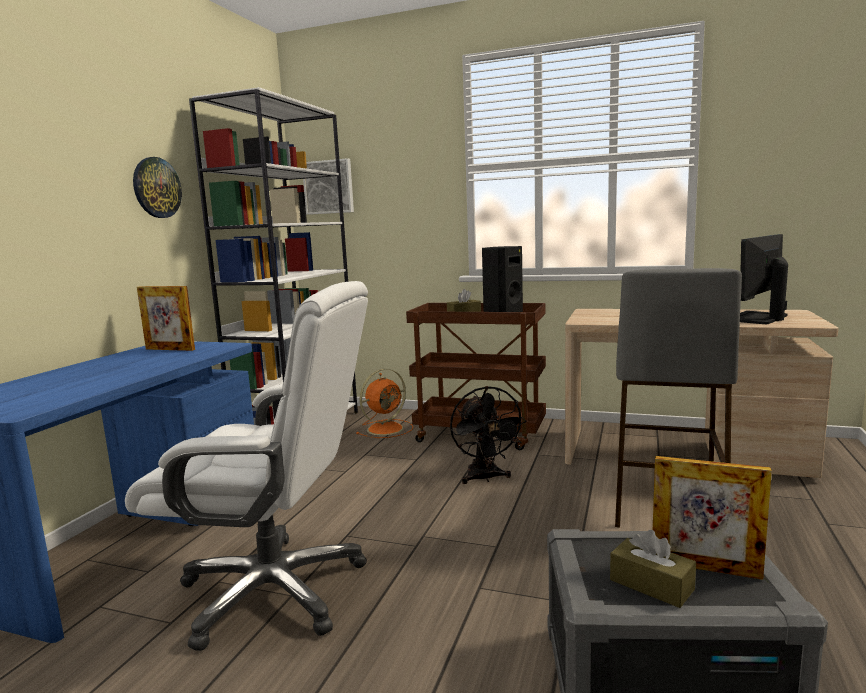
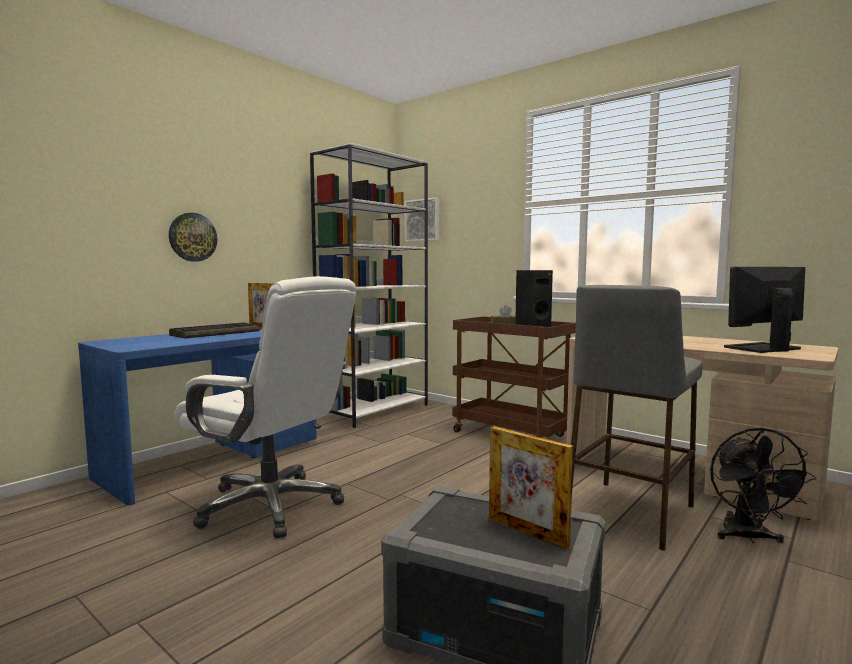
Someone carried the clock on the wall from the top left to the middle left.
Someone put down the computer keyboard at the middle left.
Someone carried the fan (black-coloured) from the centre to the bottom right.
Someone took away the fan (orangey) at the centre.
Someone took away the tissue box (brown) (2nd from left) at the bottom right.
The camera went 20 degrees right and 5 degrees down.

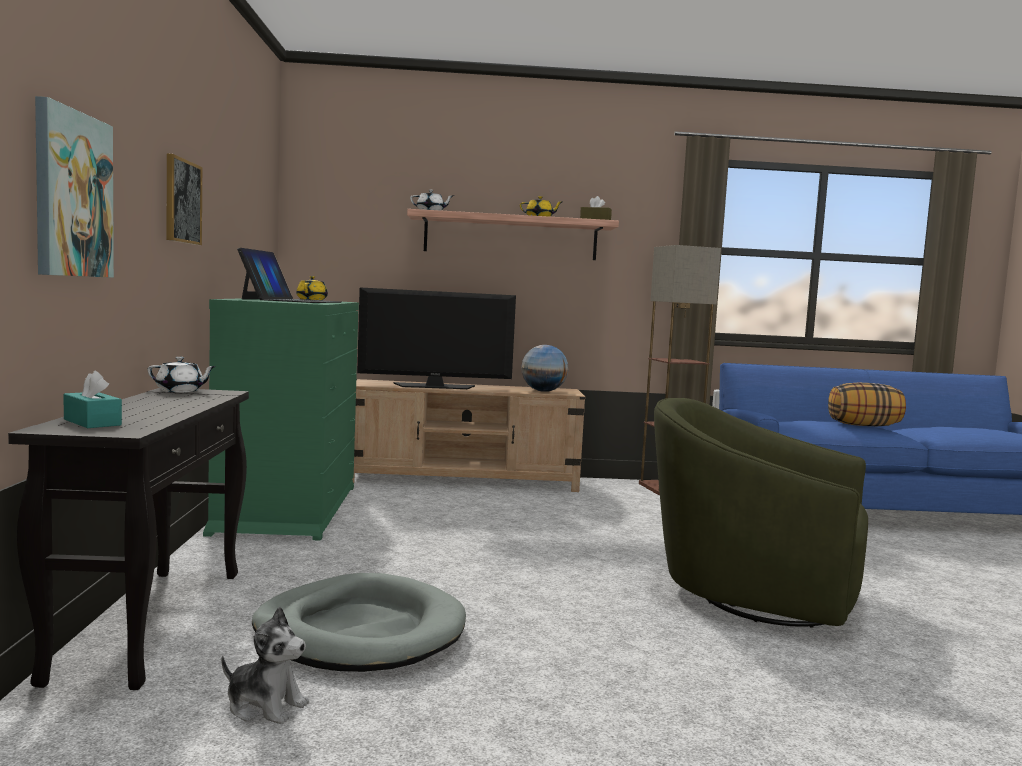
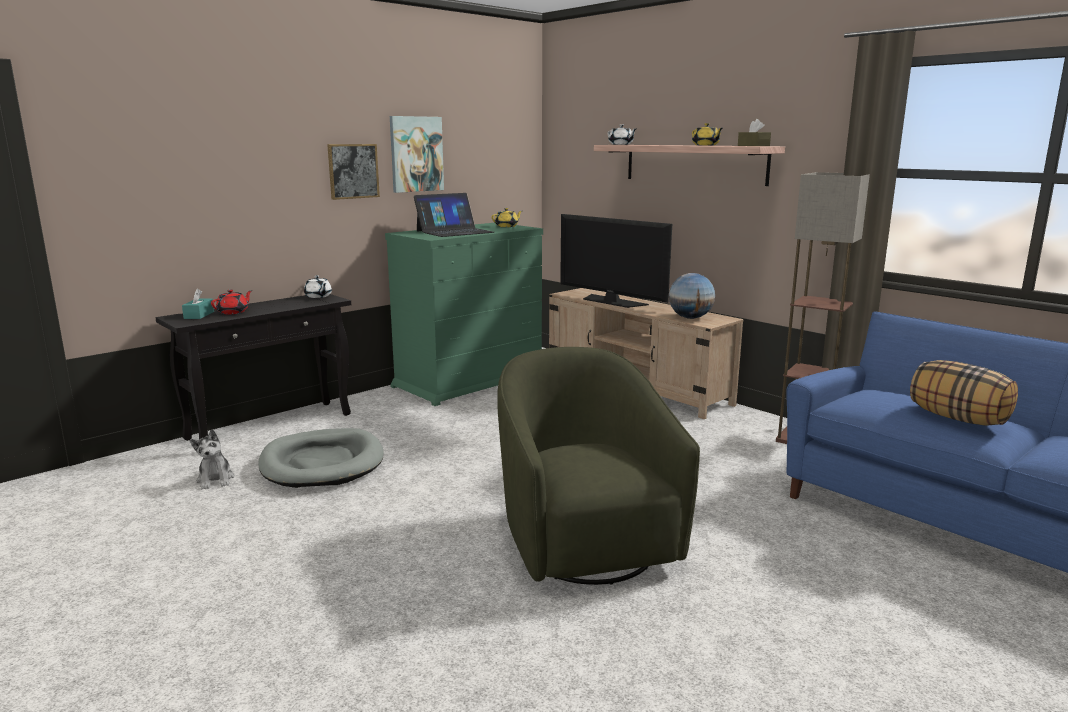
Someone put down the pot for tea (reddish) at the middle left.
Someone carried the wall art (1st from left in the first image) from the top left to the top centre.
The camera went 50 degrees right and 10 degrees up.

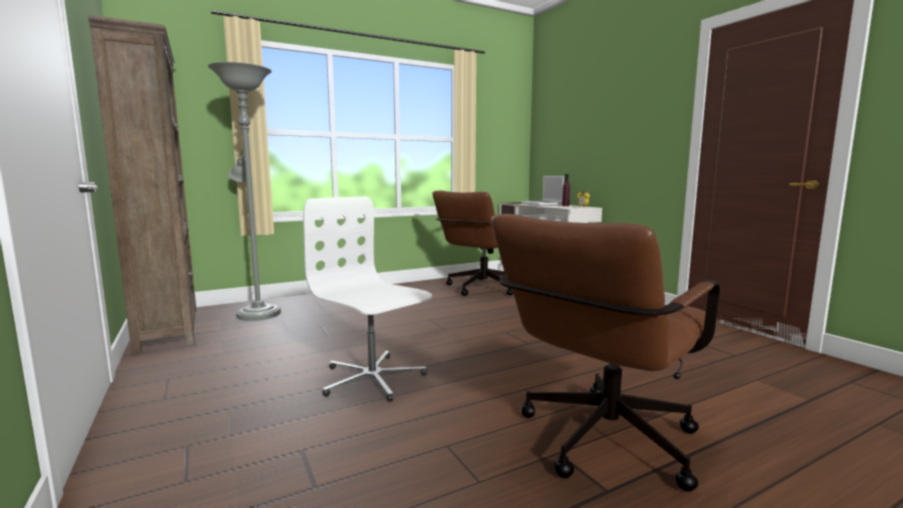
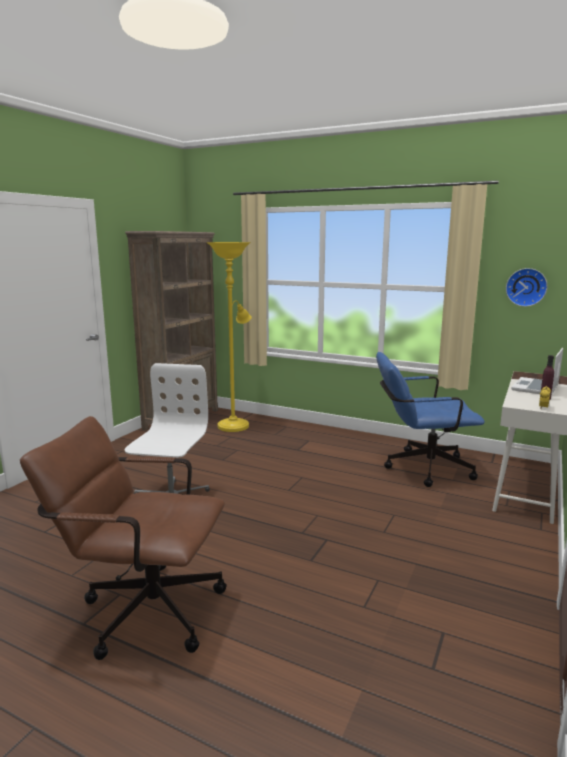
Someone repainted the standing lamp (grey) at the middle left, which became the standing lamp (yellow) at the centre.
Someone repainted the desk chair (brown) (1st from left) at the centre, which became the desk chair (blue) at the middle right.
Someone put up the clock on the wall at the middle right.
The camera went 55 degrees right and 5 degrees up.

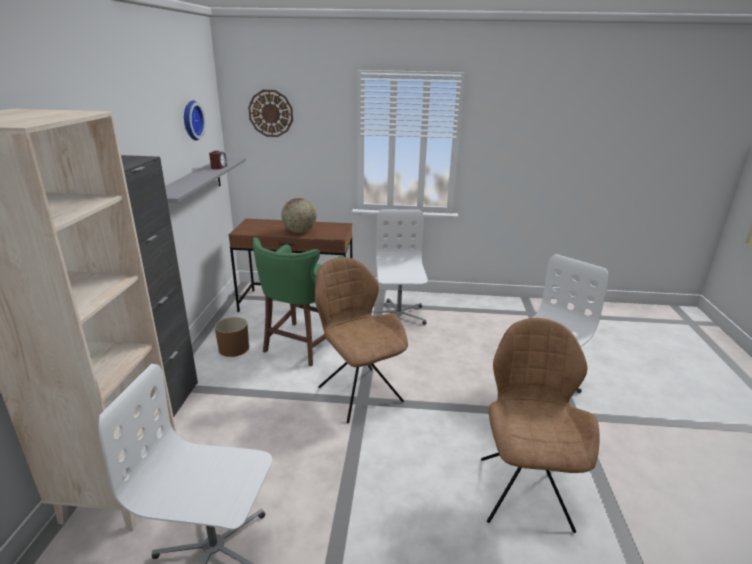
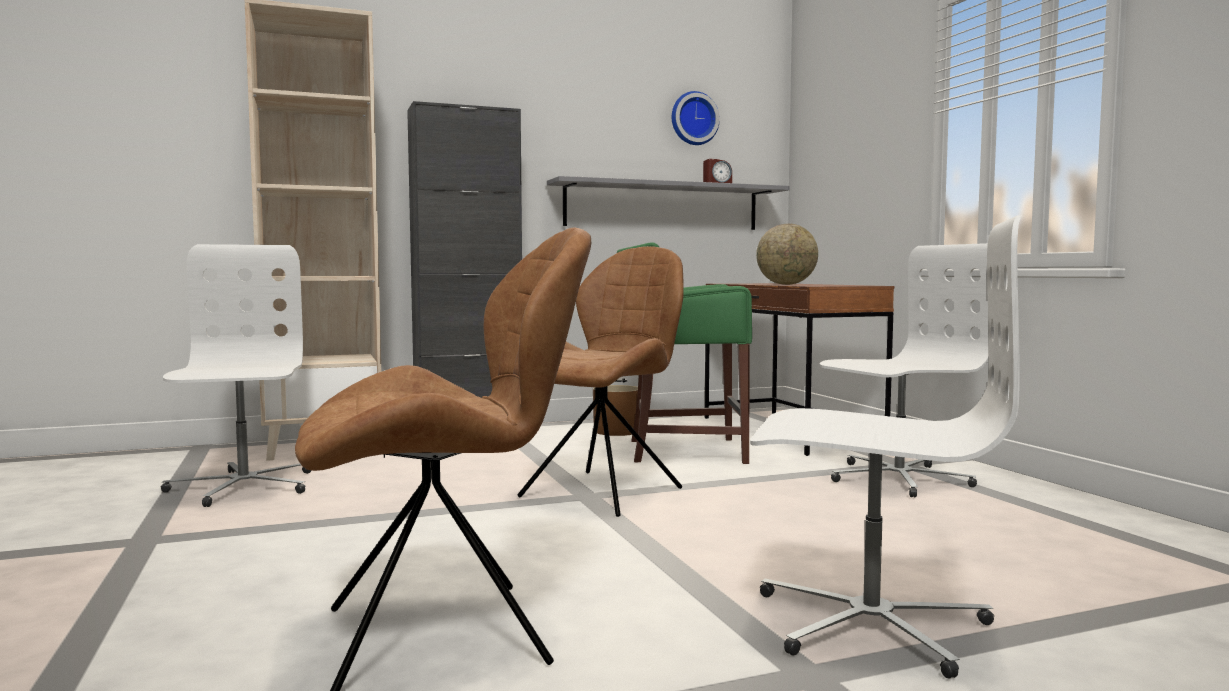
Someone took away the clock on the wall (2nd from left) at the top centre.
The camera went 65 degrees right and 20 degrees down.

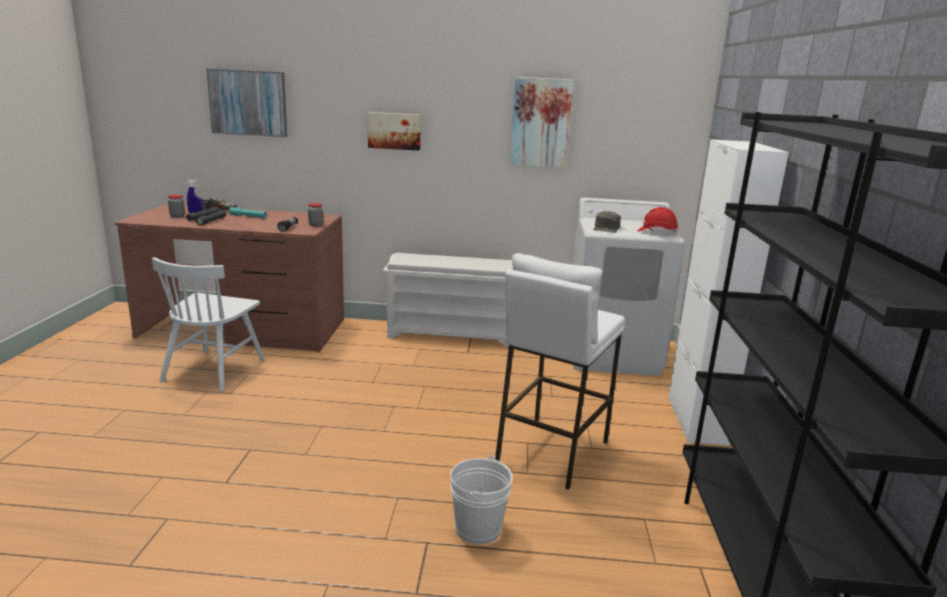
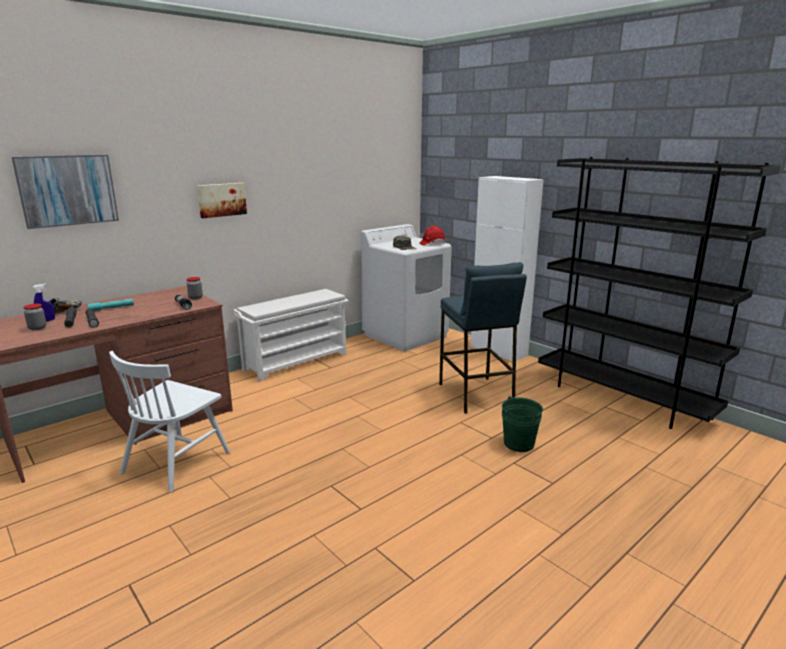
Someone rotated the upright chair (white) at the middle left by 60 degrees clockwise.
Someone repainted the stool (white) at the centre, which became the stool (blue) at the centre.
Someone repainted the water bucket (white) at the bottom centre, which became the water bucket (green-coloured) at the centre.
Someone took away the wall art (3rd from left) at the top centre.
The camera went 45 degrees left and 0 degrees up.

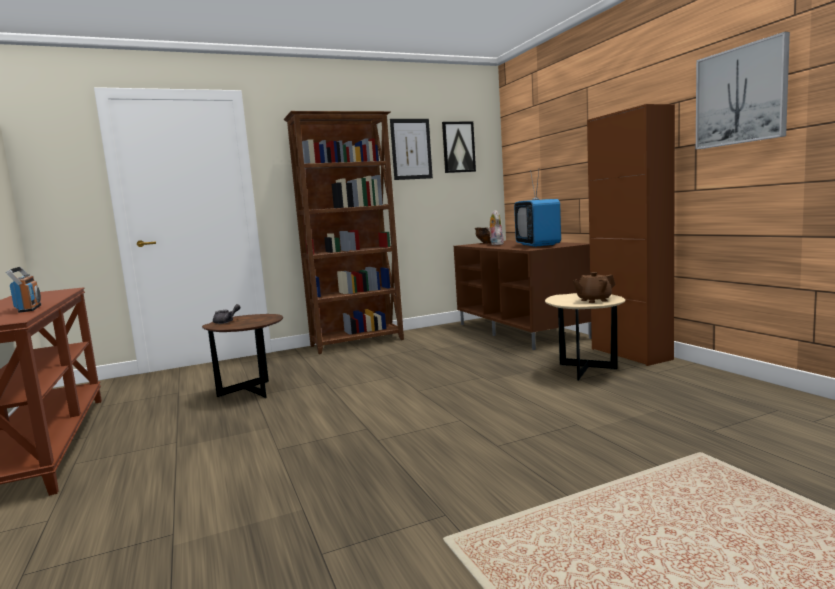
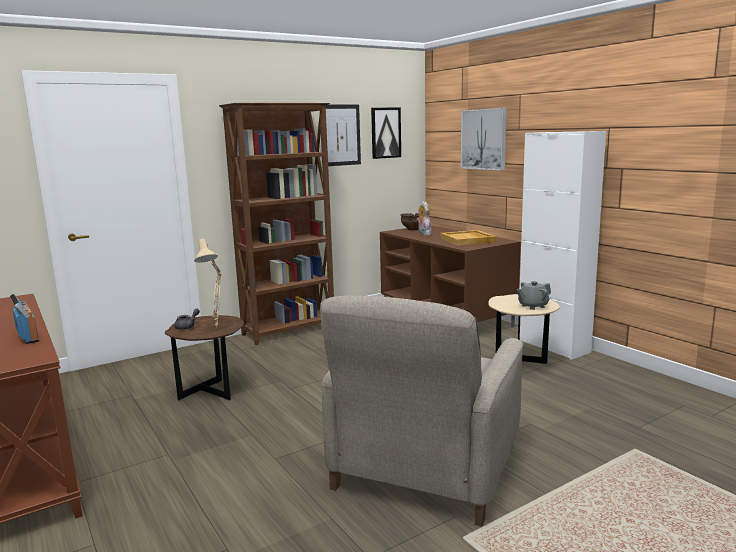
Someone put down the tabletop lamp (sand-coloured) at the middle left.
Someone put down the easy chair (sand-coloured) at the bottom centre.
Someone swapped the TV set at the centre for the serving tray (sand-coloured) at the centre.
Someone carried the wall art (3rd from left) from the top right to the top centre.
Someone repainted the pot for tea (brown) at the middle right, which became the pot for tea (grey) (2nd from left) at the middle right.
Someone repainted the cabinet (brown) at the middle right, which became the cabinet (white) at the middle right.
The camera went 10 degrees left and 5 degrees up.

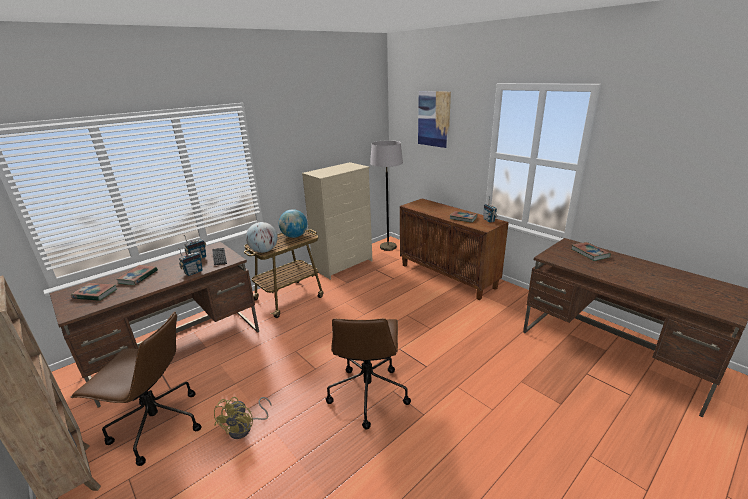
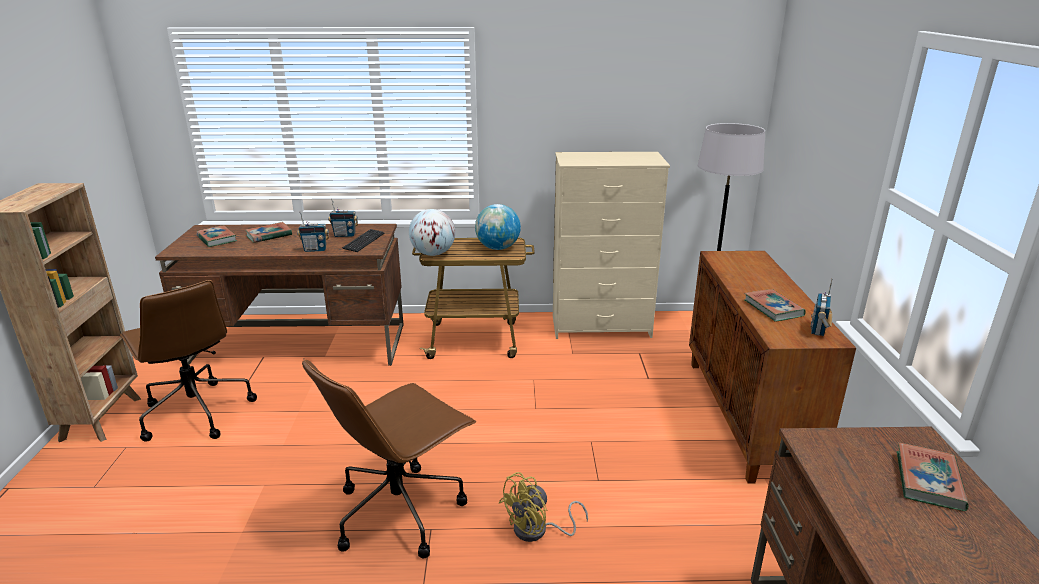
Someone carried the fan (yellow) from the bottom left to the bottom centre.
Someone took away the wall art at the top centre.
The camera went 40 degrees right and 0 degrees up.

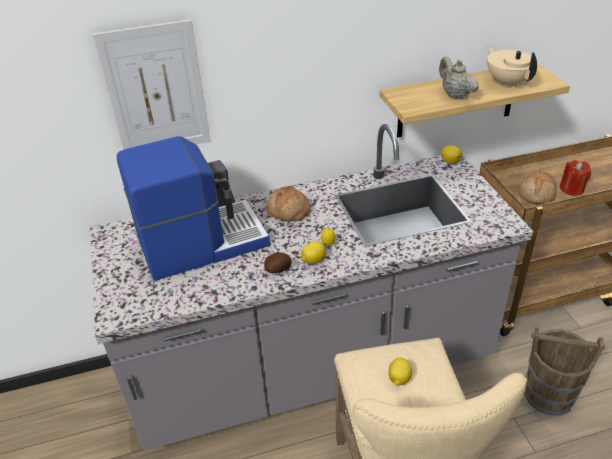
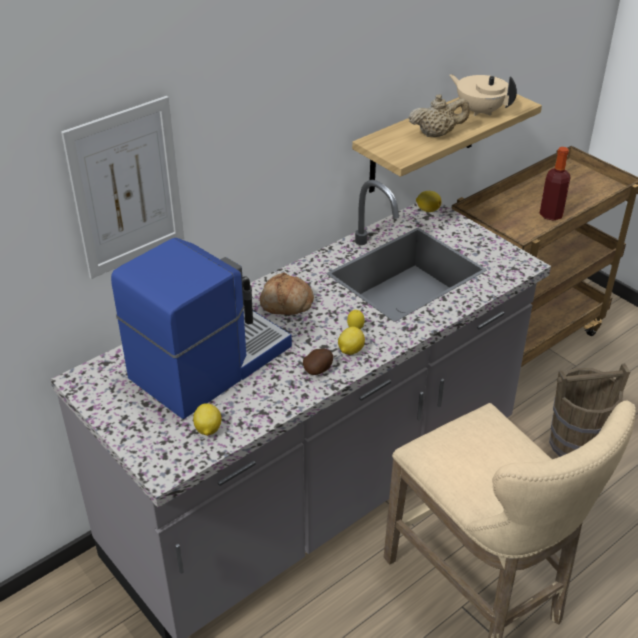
Someone carried the citrus fruit (3rd from left in the first image) from the bottom centre to the middle left.
Someone rotated the pot for tea (sand-coloured) (1st from left) at the top right by 135 degrees clockwise.
Someone swapped the wax candle (reddish) at the middle right for the bottle at the top right.
Someone took away the baked bread (2nd from left) at the middle right.
The camera went 25 degrees left and 0 degrees up.

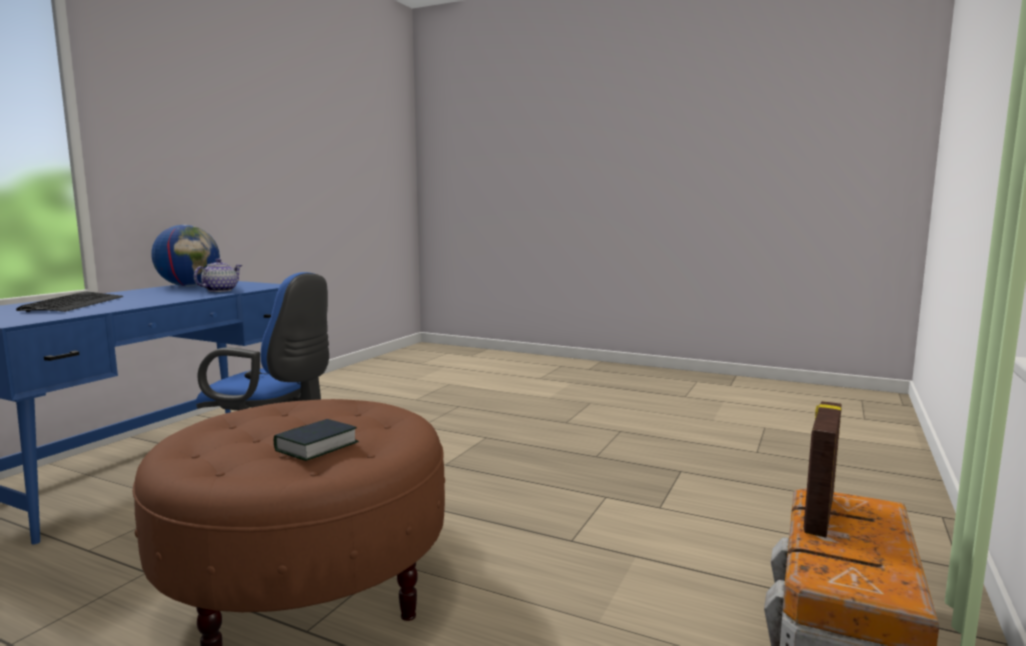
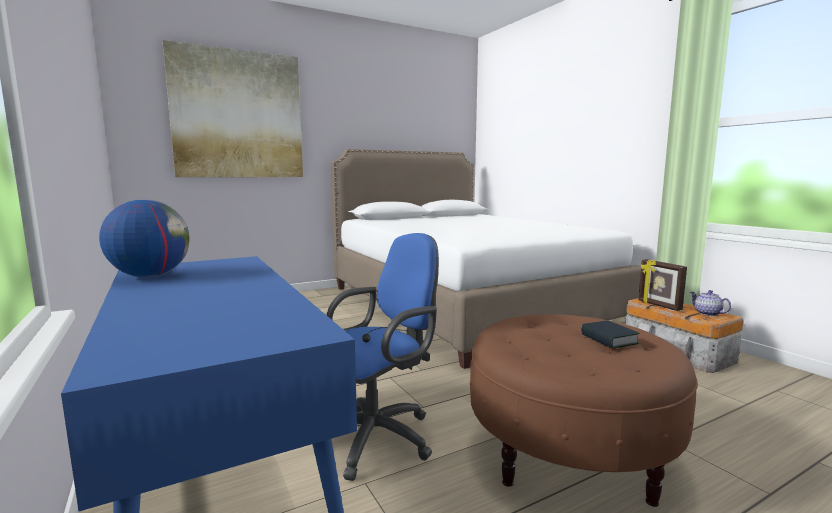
Someone put up the wall art at the top left.
Someone put down the bedroom bed (white) at the centre.
Someone carried the pot for tea from the middle left to the middle right.
Someone took away the computer keyboard at the middle left.
The camera went 55 degrees left and 0 degrees up.

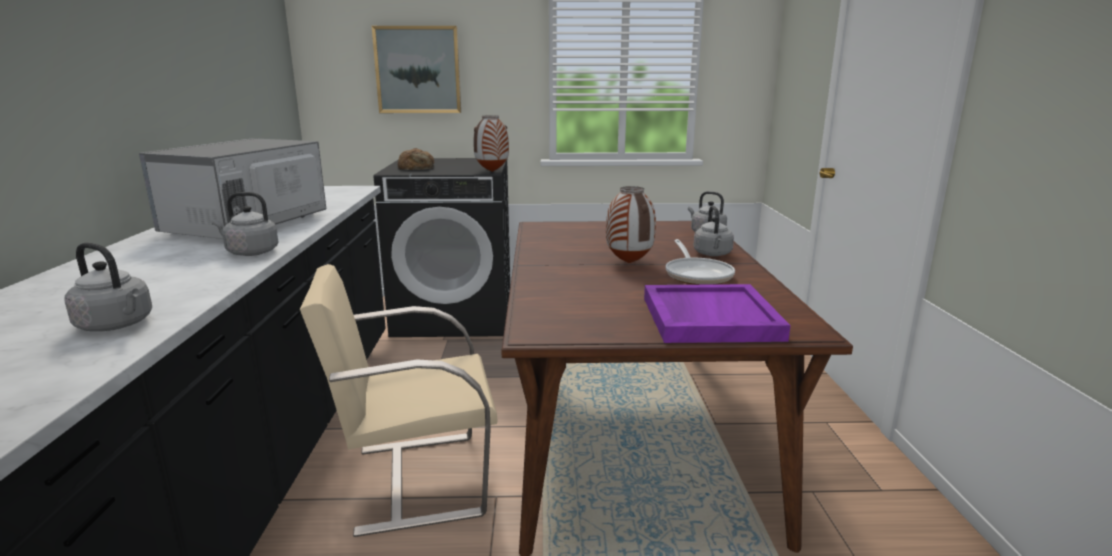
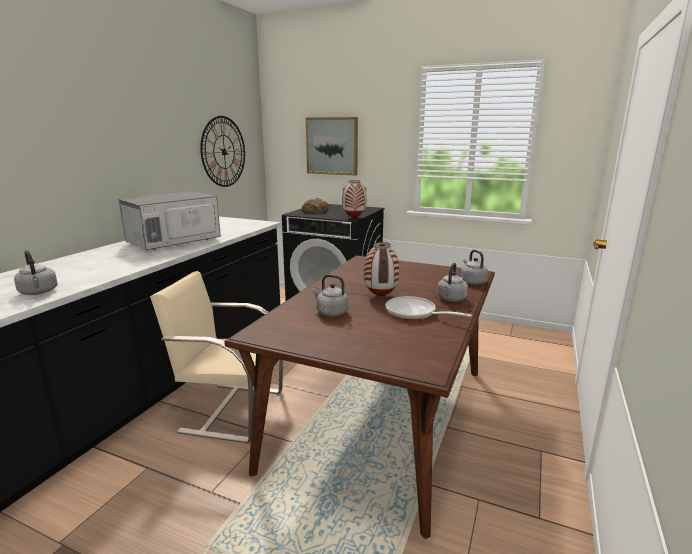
Someone put up the clock on the wall at the top left.
Someone carried the water kettle (grey) (2nd from left) from the middle left to the centre.
Someone rotated the pan at the centre by 105 degrees clockwise.
Someone took away the serving tray (purple-coloured) at the centre.
The camera went 25 degrees right and 0 degrees up.

